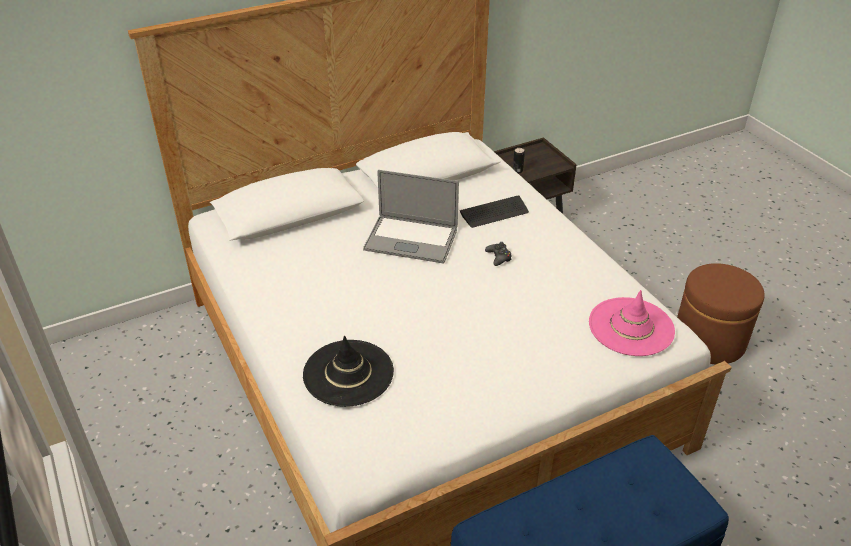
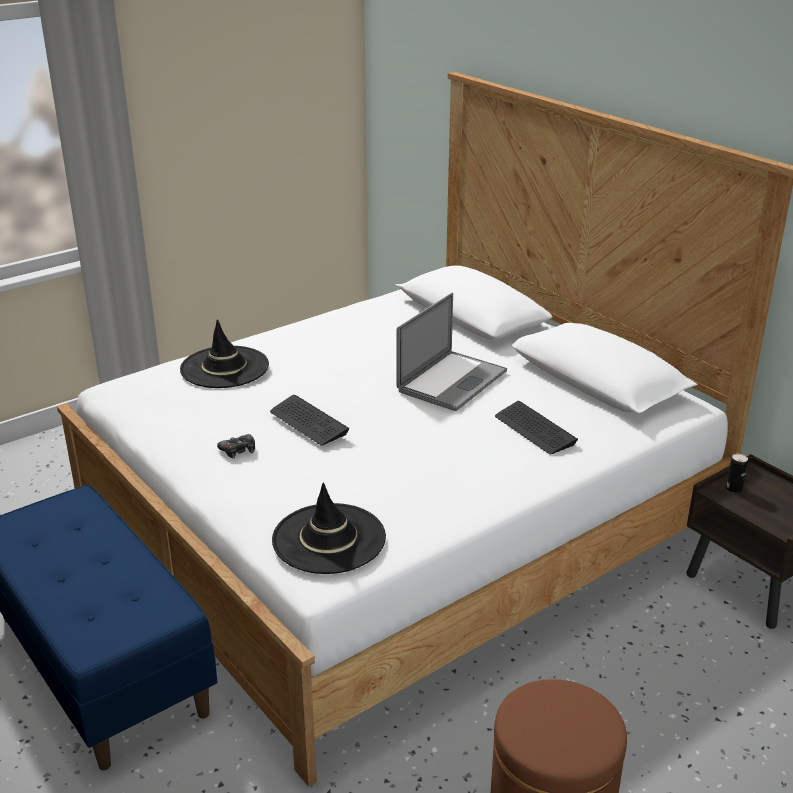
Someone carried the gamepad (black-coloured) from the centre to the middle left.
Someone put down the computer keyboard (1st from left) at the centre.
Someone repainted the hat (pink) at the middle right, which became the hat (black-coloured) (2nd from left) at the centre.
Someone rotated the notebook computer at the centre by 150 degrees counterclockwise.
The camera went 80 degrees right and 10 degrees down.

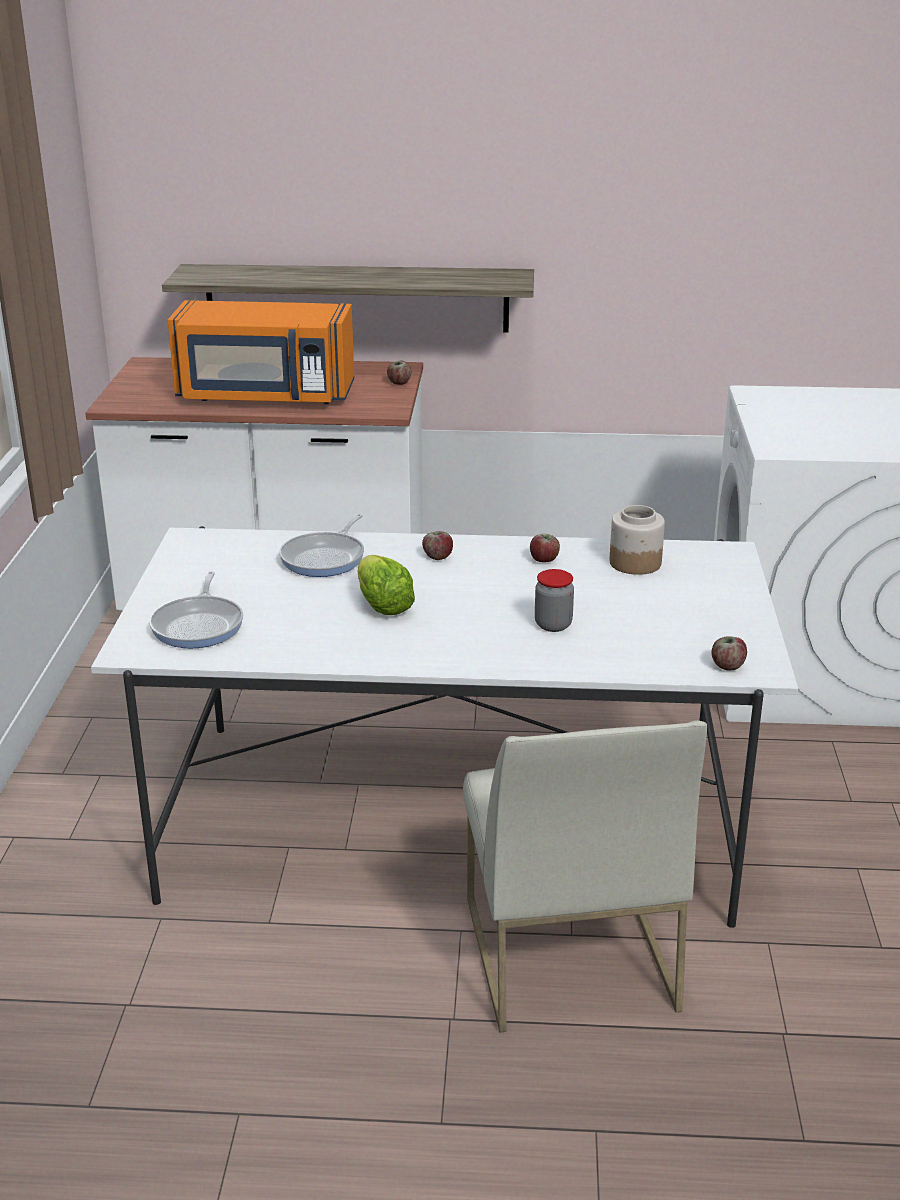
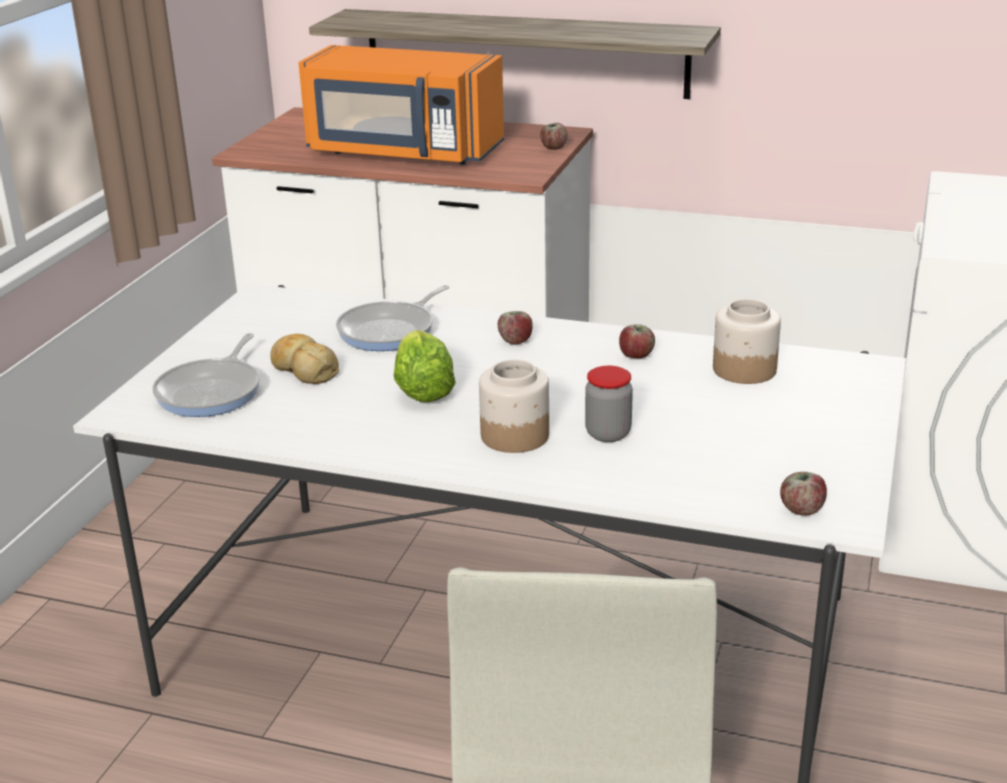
Someone put down the baked bread at the middle left.
Someone put down the preserve jar (1st from left) at the centre.
The camera went 15 degrees right and 0 degrees up.

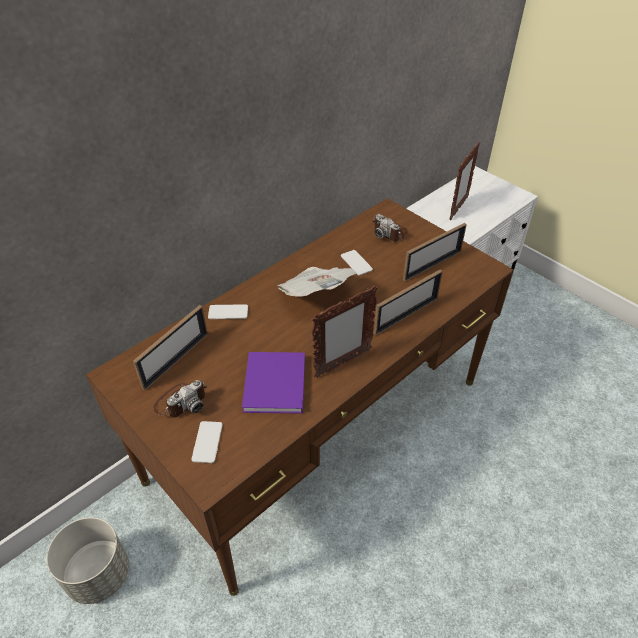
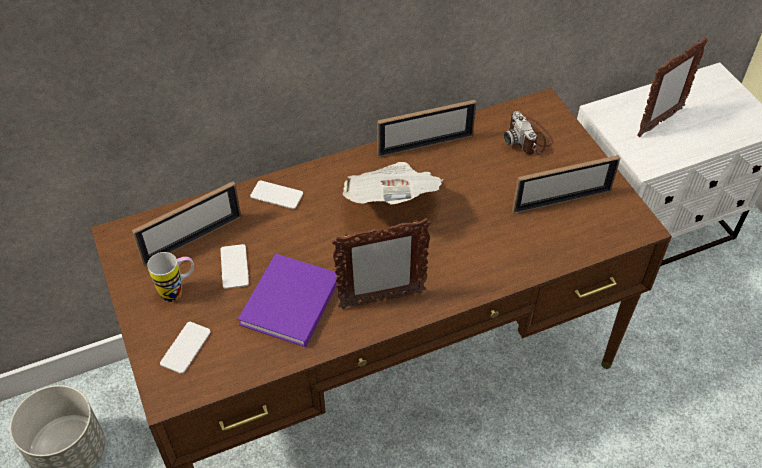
Someone swapped the photo camera (1st from left) at the middle left for the tea mug at the middle left.
Someone carried the phone (3rd from left in the first image) from the centre to the middle left.
Someone carried the picture frame (3rd from left) from the centre to the top centre.
The camera went 20 degrees right and 5 degrees up.

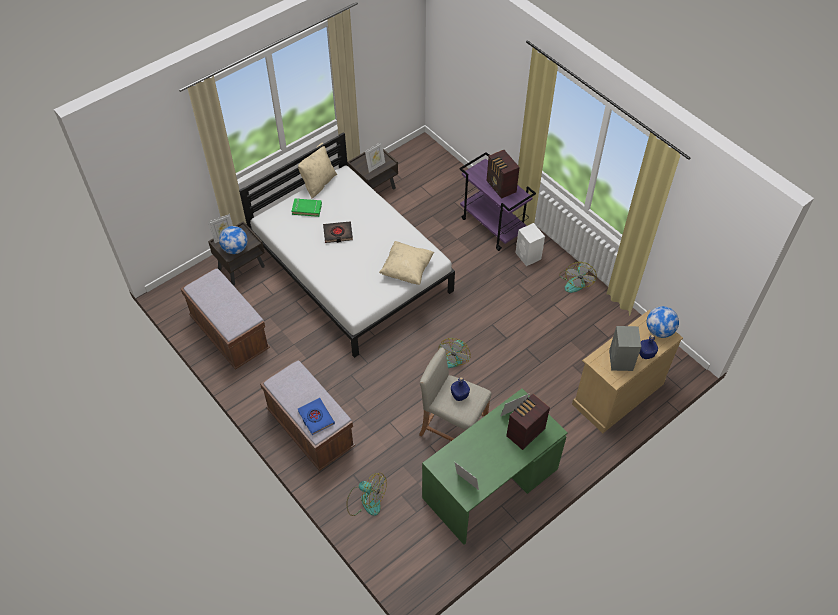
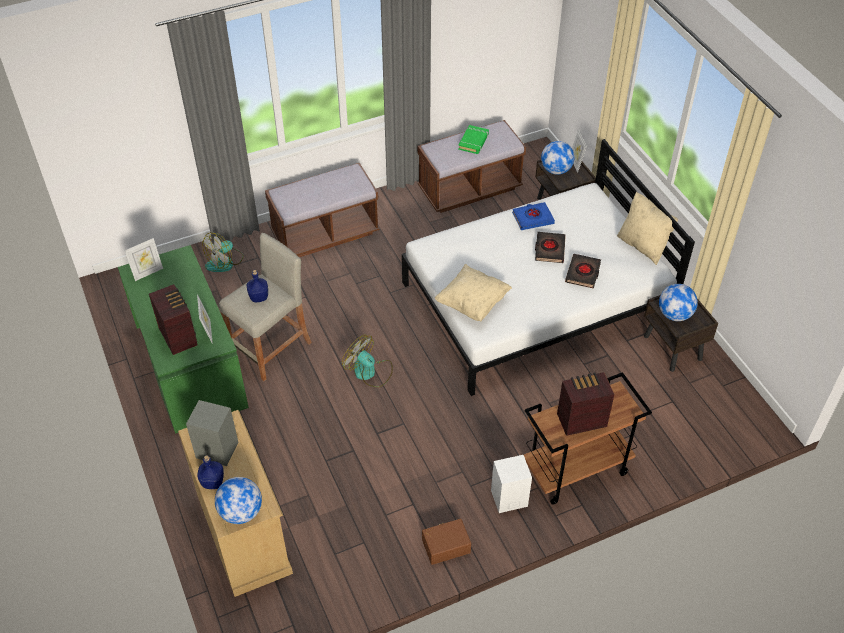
Someone swapped the fan (3rd from left) at the middle right for the storage bin (brown) at the bottom centre.
Someone carried the book (green-coloured) from the centre to the top centre.
Someone carried the book (blue) from the bottom centre to the centre.
Someone repainted the trolley (purple-coloured) at the top centre, which became the trolley (brown) at the bottom right.
Someone put down the book (black-coloured) (2nd from left) at the middle right.
Someone swapped the picture frame (2nd from left) at the top centre for the world globe (3rd from left) at the middle right.
The camera went 105 degrees right and 5 degrees down.

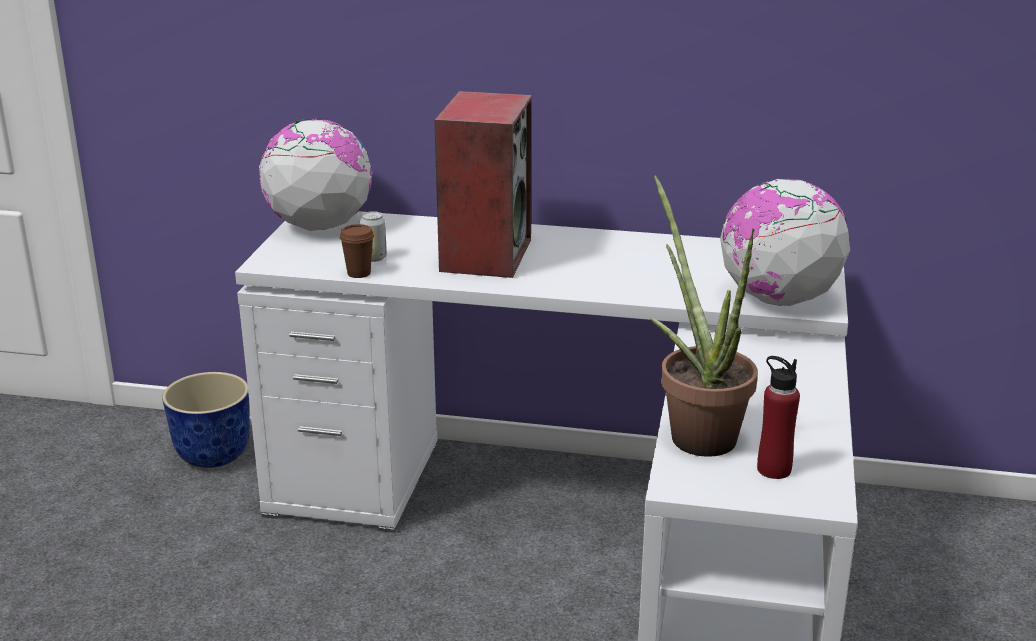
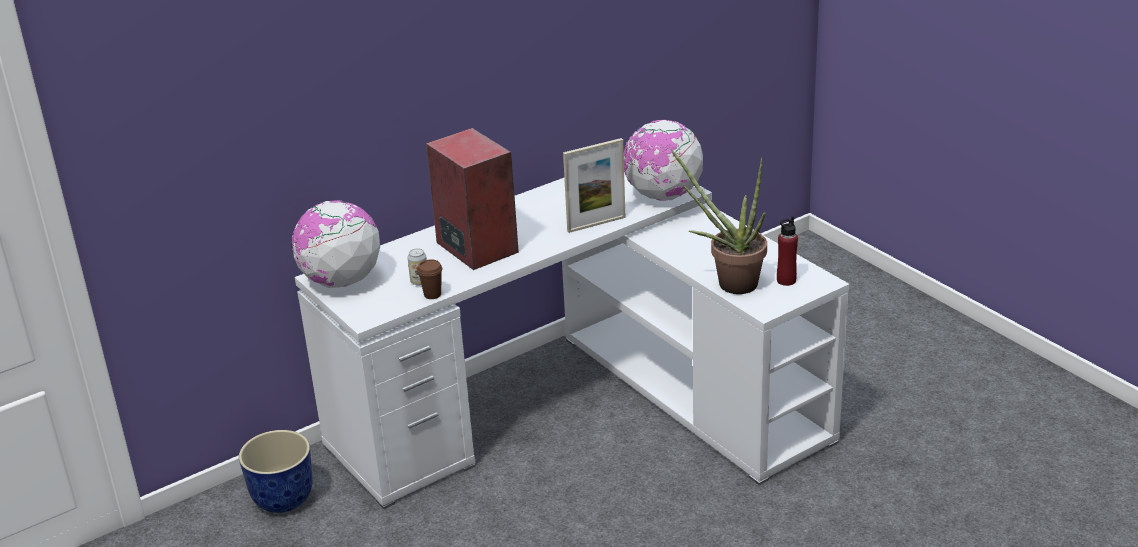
Someone put down the picture frame at the centre.
The camera went 45 degrees left and 5 degrees up.

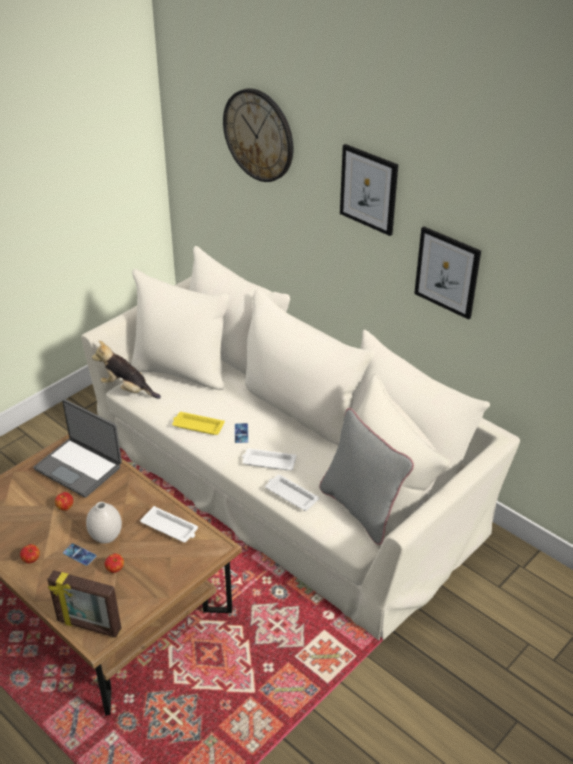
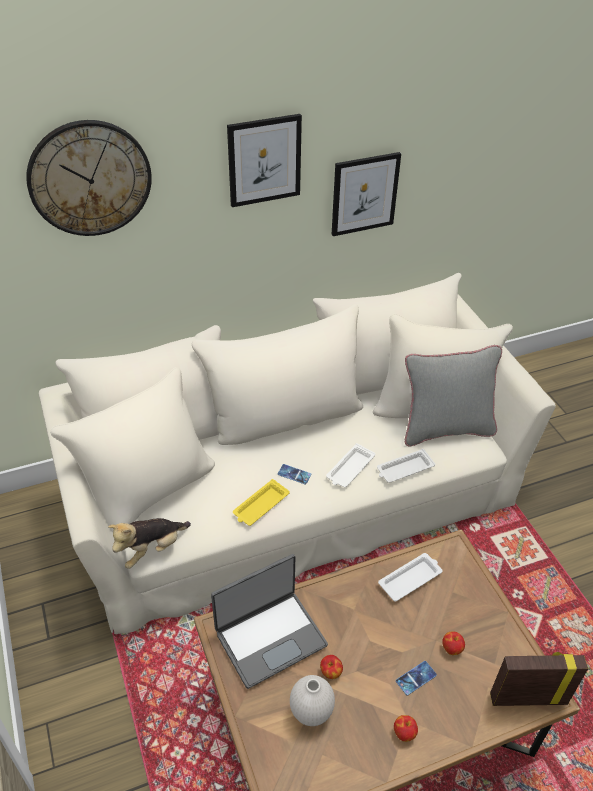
Someone carried the flower vase (white) from the bottom left to the bottom centre.
Someone rotated the picture frame at the bottom left by 135 degrees counterclockwise.
The camera went 65 degrees left and 5 degrees up.

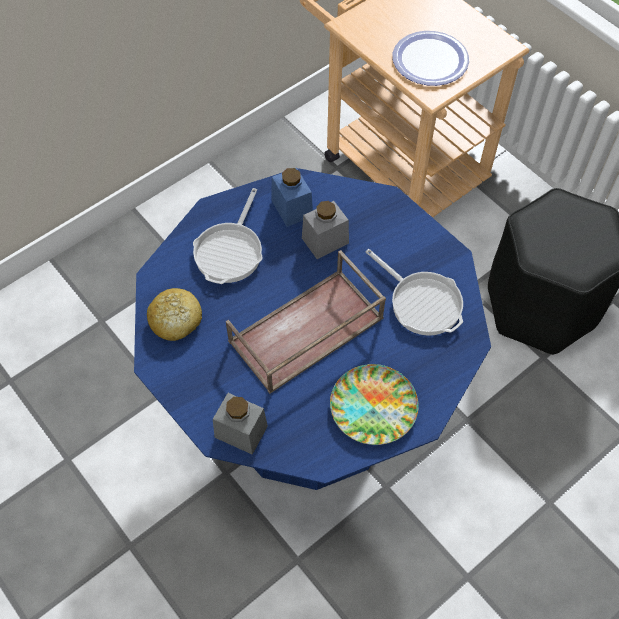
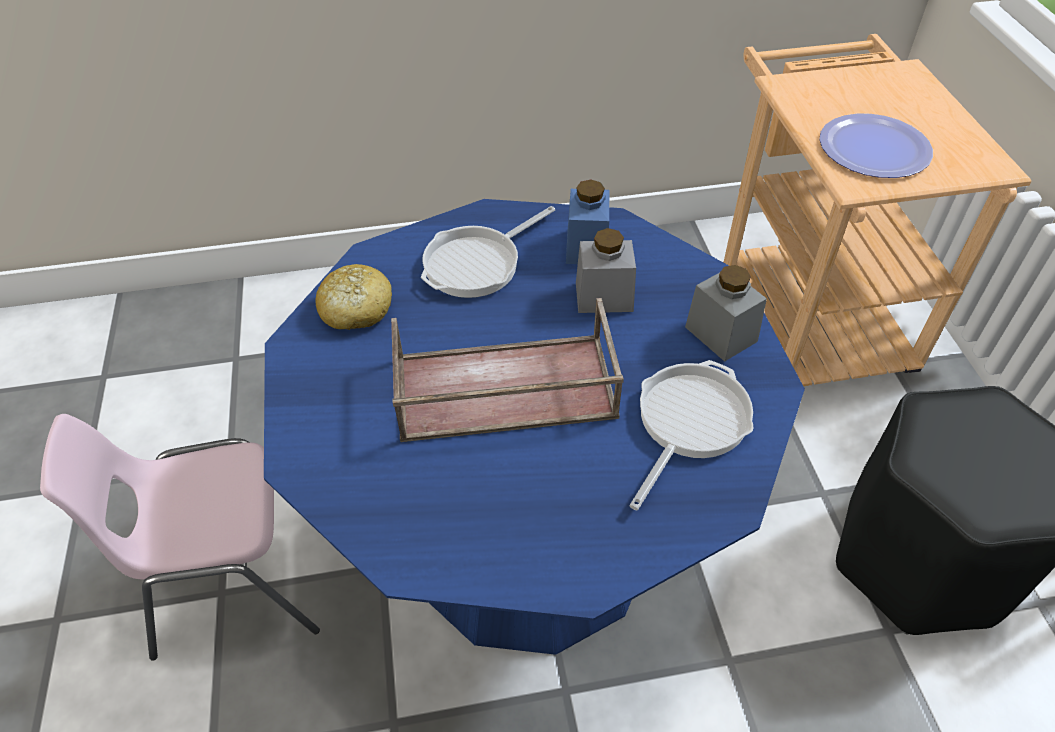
Someone put down the upright chair (pink) at the bottom left.
Someone rotated the pan (2nd from left) at the middle right by 135 degrees counterclockwise.
Someone carried the preserve jar (grey) (1st from left in the first image) from the bottom centre to the middle right.
Someone took away the plate (1st from left) at the centre.
The camera went 30 degrees right and 10 degrees down.

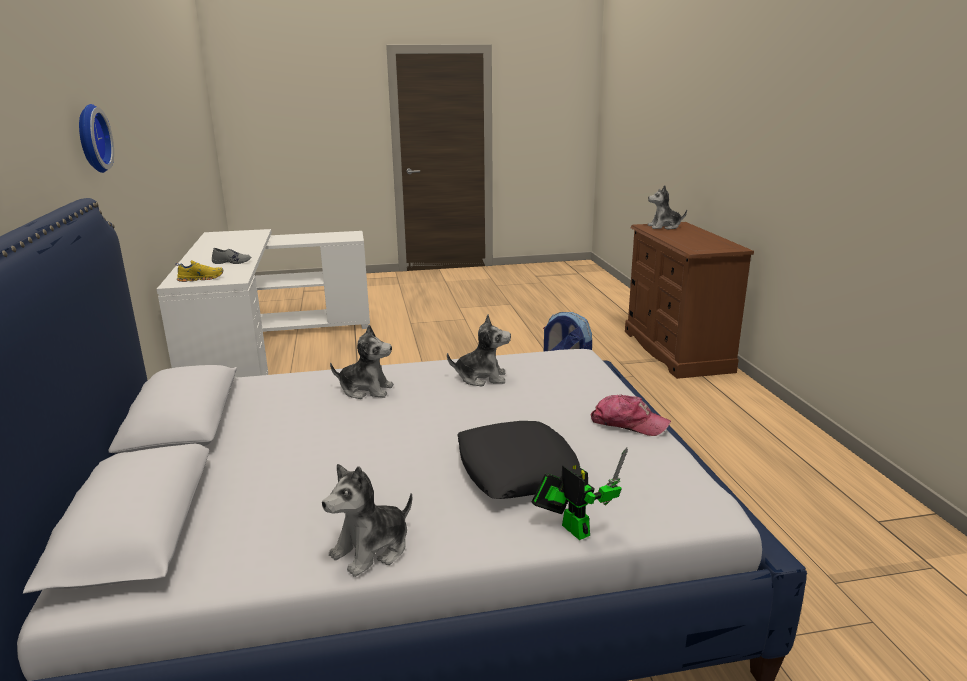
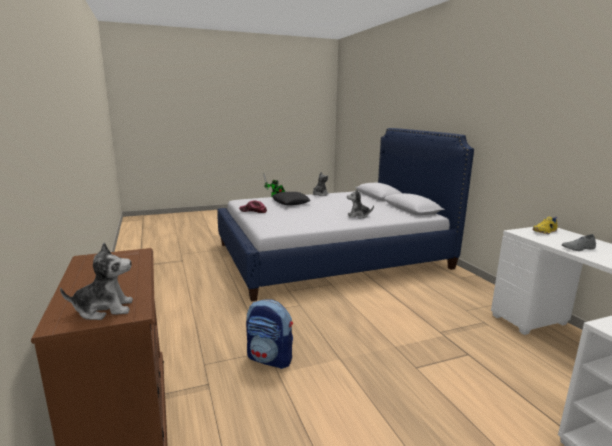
Someone took away the clock on the wall at the top left.
Someone took away the cuddly toy (3rd from left) at the centre.
The camera went 170 degrees right and 5 degrees down.

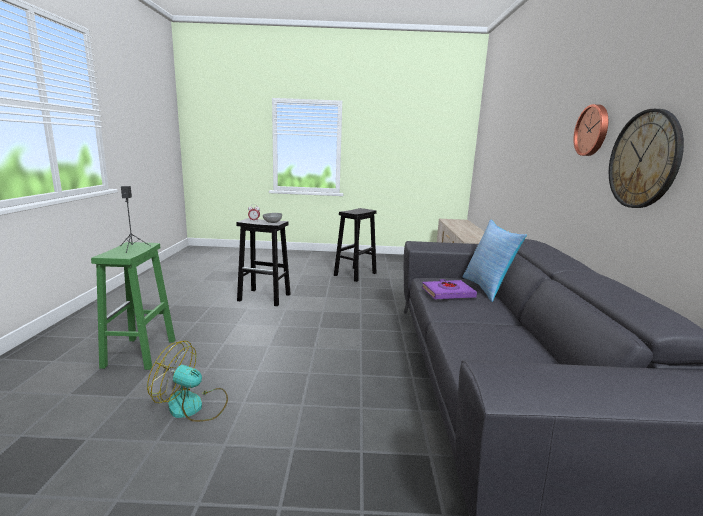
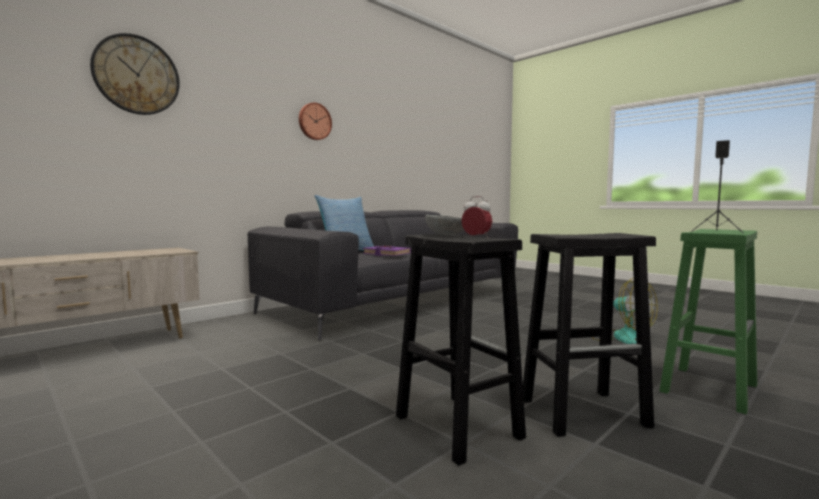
Someone carried the clock on the wall (2nd from left in the first image) from the top right to the top left.
Someone carried the stool (black-coloured) (2nd from left) from the centre to the bottom right.
The camera went 135 degrees left and 10 degrees down.

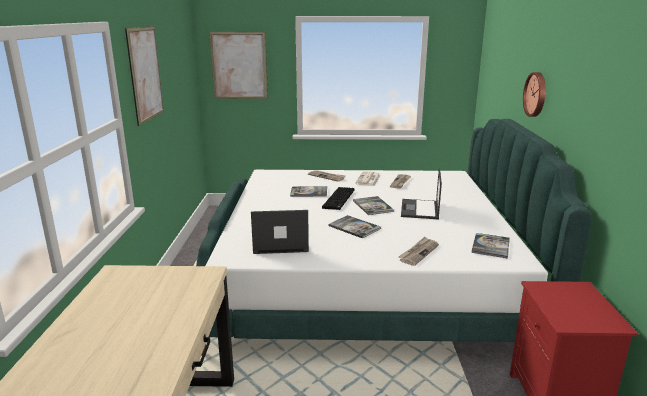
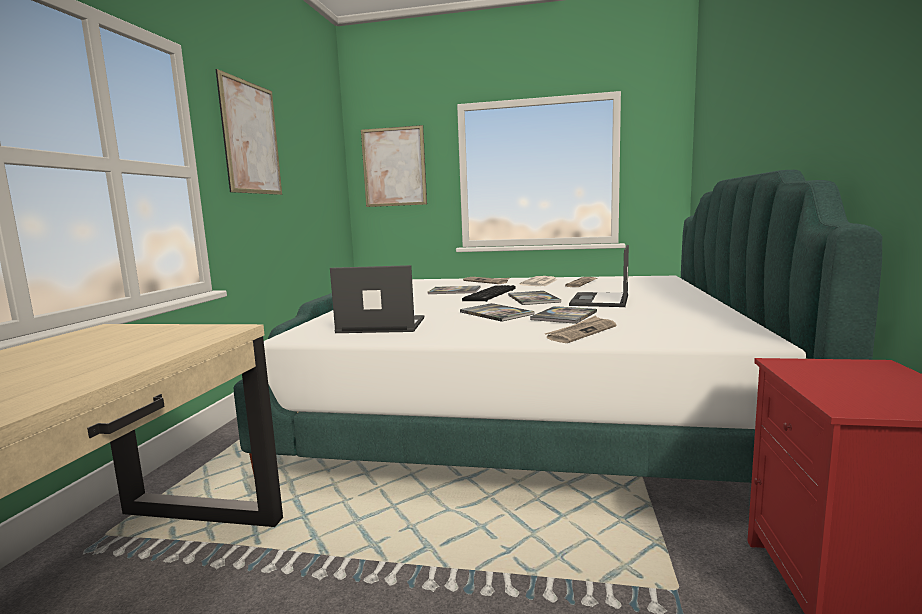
Someone carried the book (4th from left) from the middle right to the centre.
Someone took away the clock on the wall at the top right.
The camera went 10 degrees right and 10 degrees down.

